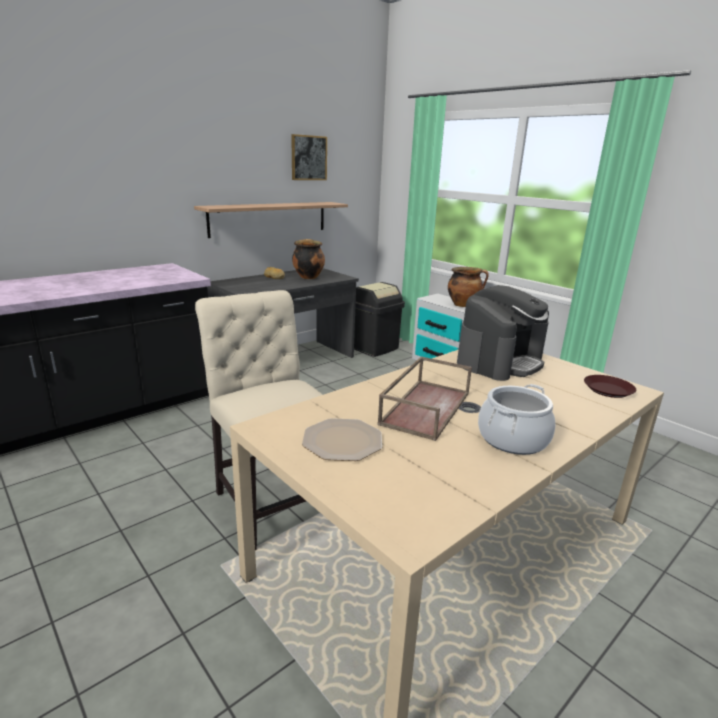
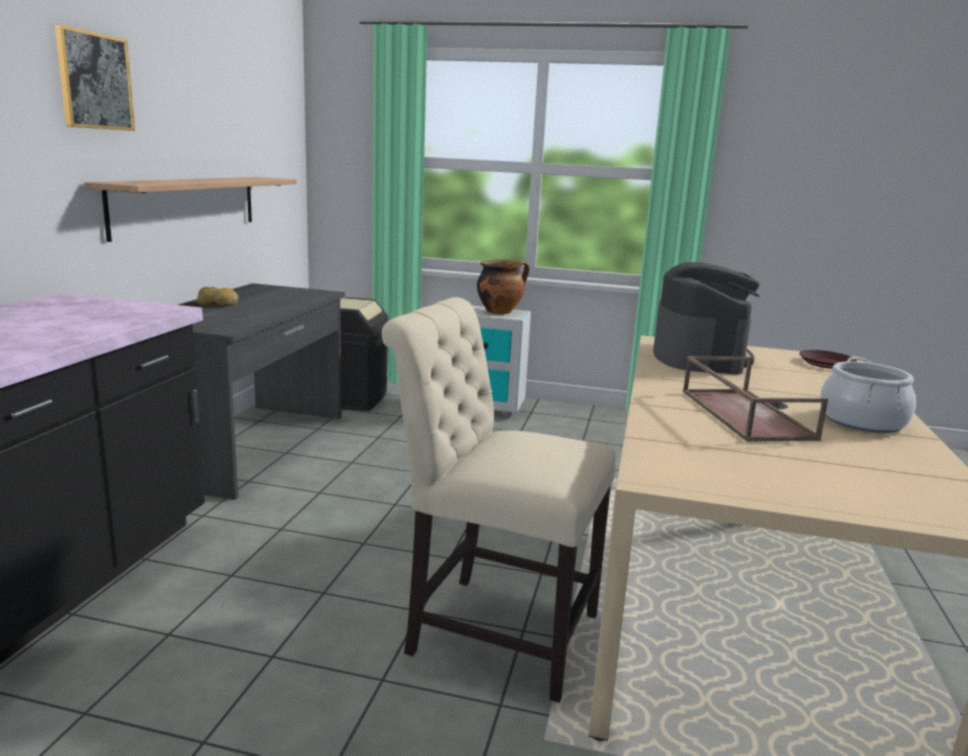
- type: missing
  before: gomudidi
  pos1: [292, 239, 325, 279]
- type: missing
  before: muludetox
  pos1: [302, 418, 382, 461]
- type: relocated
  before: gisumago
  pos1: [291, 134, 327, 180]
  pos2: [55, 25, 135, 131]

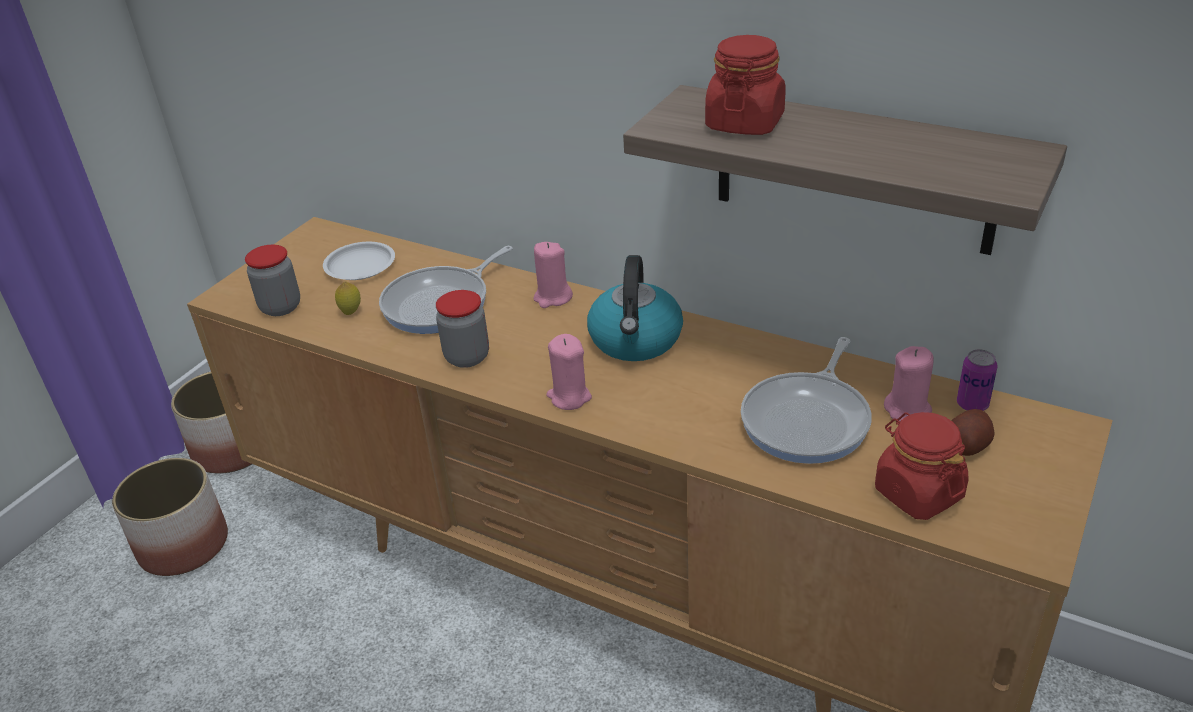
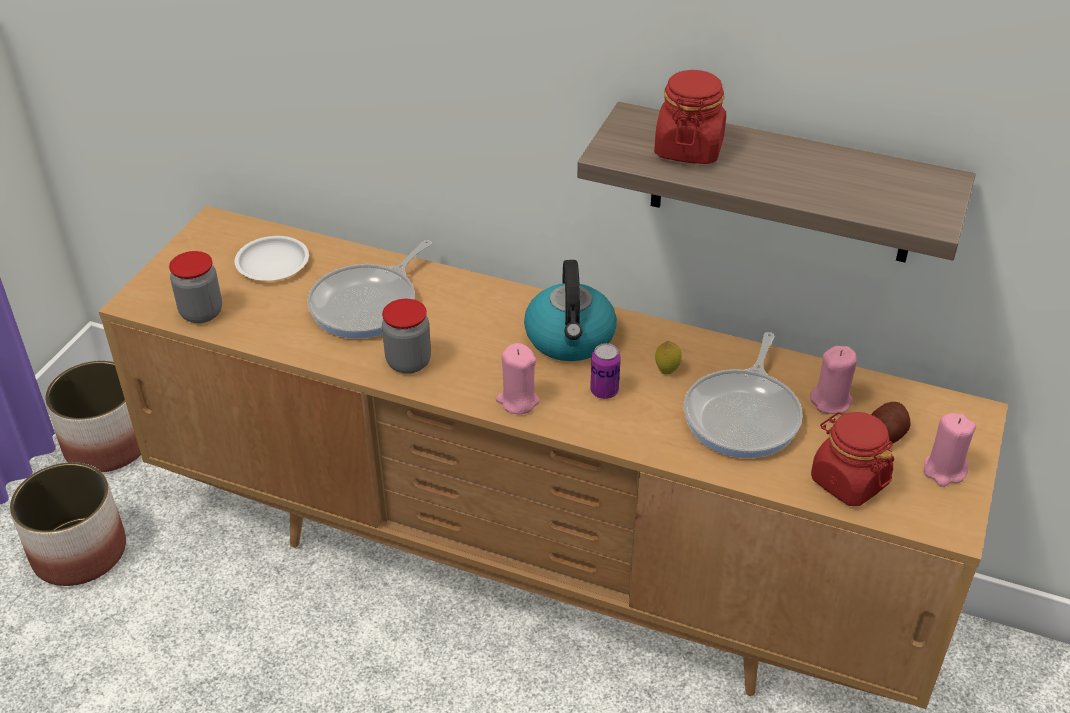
- type: relocated
  before: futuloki
  pos1: [335, 282, 361, 315]
  pos2: [655, 340, 682, 374]
- type: relocated
  before: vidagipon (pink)
  pos1: [533, 242, 573, 308]
  pos2: [923, 413, 976, 487]
- type: relocated
  before: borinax
  pos1: [957, 349, 997, 411]
  pos2: [590, 343, 621, 399]

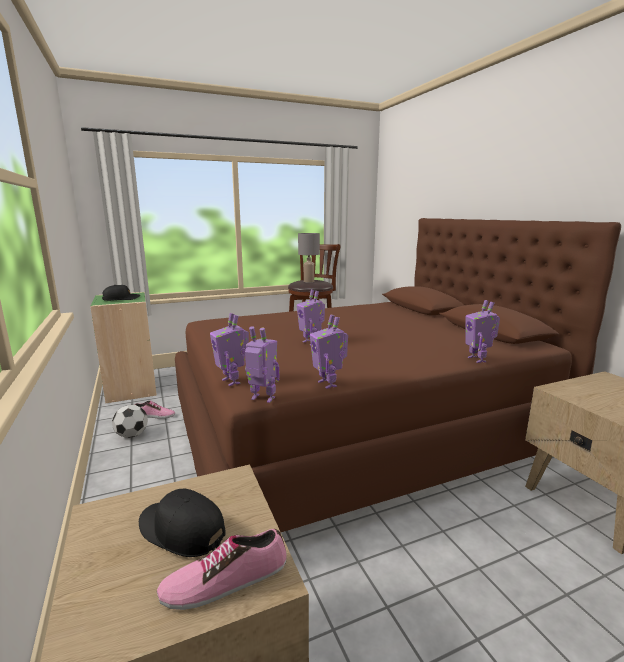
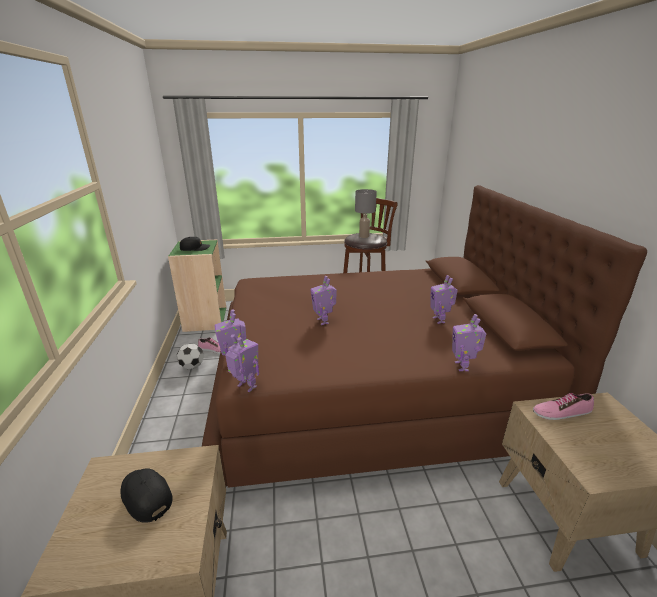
- type: relocated
  before: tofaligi
  pos1: [157, 529, 287, 610]
  pos2: [533, 393, 594, 420]
- type: relocated
  before: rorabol
  pos1: [310, 314, 348, 389]
  pos2: [430, 275, 458, 324]

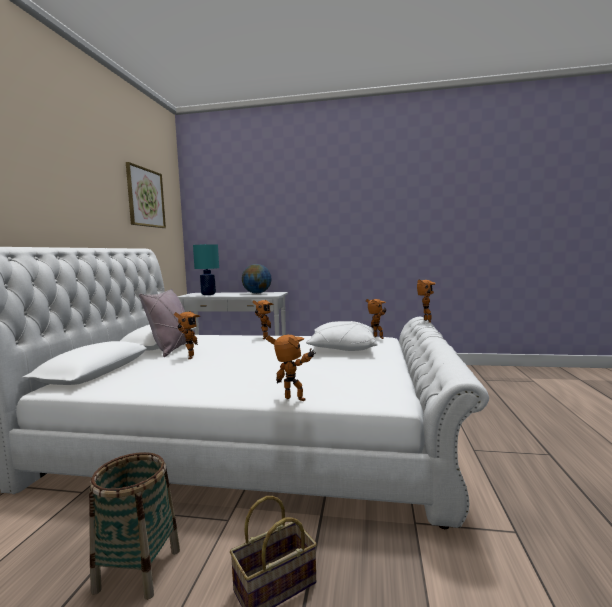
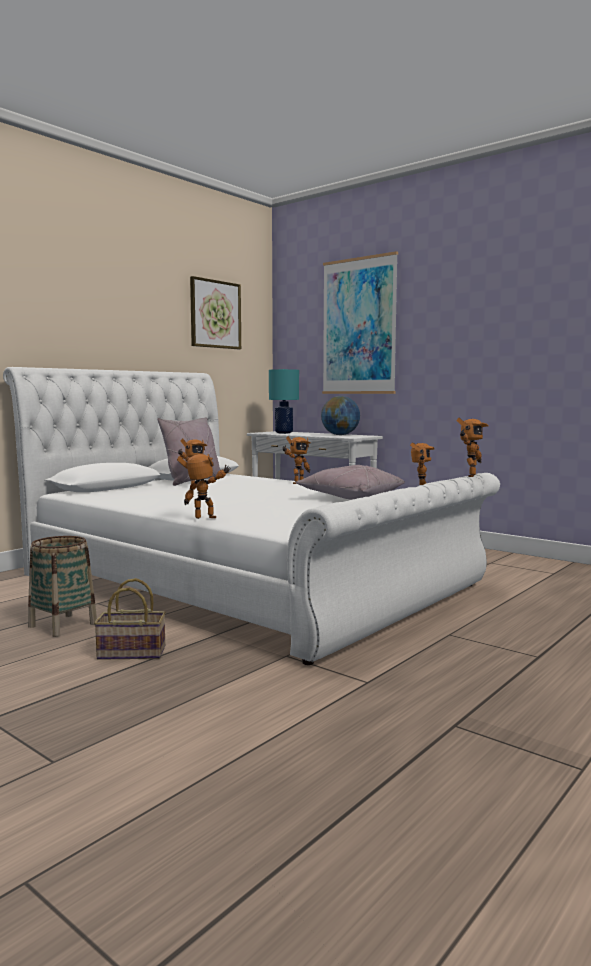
- type: appeared
  after: gisumago
  pos2: [322, 251, 398, 394]
- type: colour
  before: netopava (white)
  after: netopava (purple)
  pos1: [306, 321, 378, 351]
  pos2: [296, 465, 405, 500]
- type: spun
  before: rorabol
  pos1: [266, 335, 316, 401]
  pos2: [177, 454, 231, 519]
  turn: -60

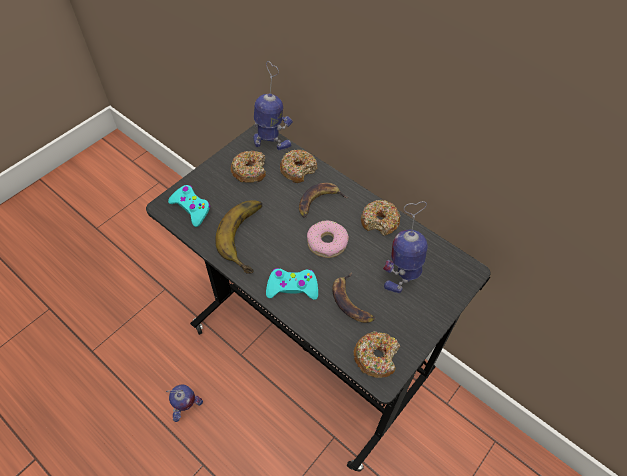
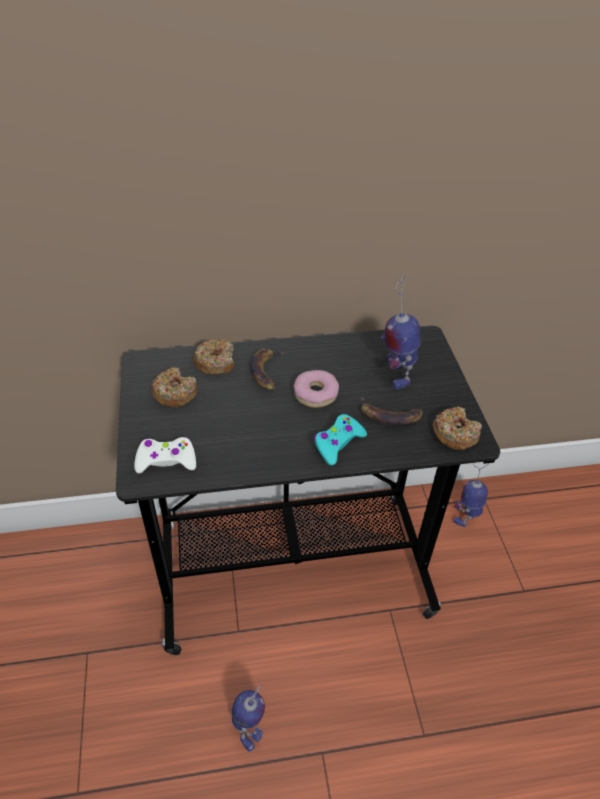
- type: missing
  before: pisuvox
  pos1: [215, 200, 262, 274]
- type: missing
  before: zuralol
  pos1: [361, 200, 401, 236]
- type: relocated
  before: rorabol
  pos1: [253, 61, 293, 150]
  pos2: [453, 463, 489, 527]
- type: colour
  before: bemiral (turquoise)
  after: bemiral (white)
  pos1: [168, 185, 210, 227]
  pos2: [134, 437, 196, 473]

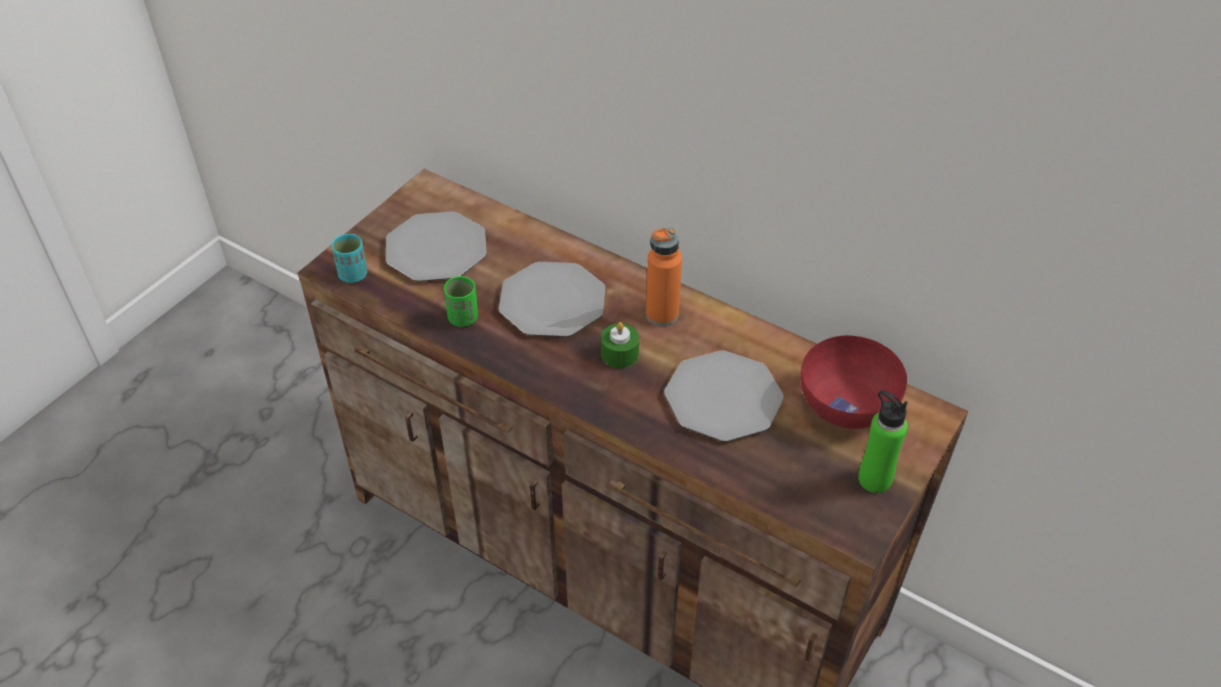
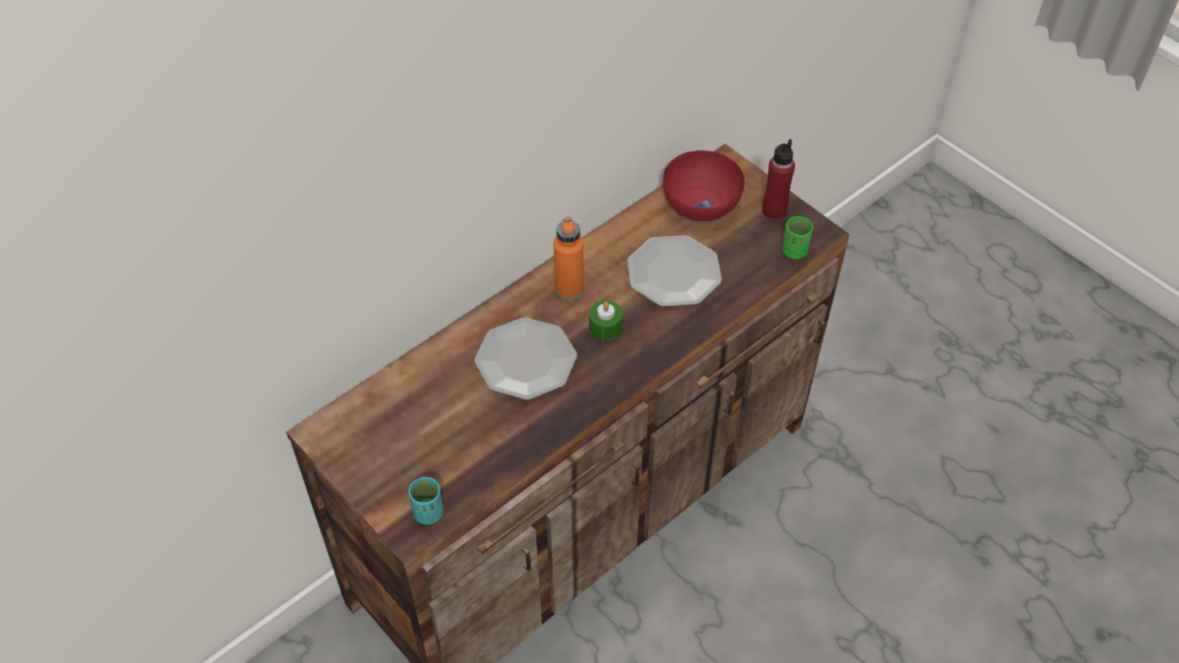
- type: missing
  before: muludetox
  pos1: [386, 211, 487, 281]
- type: relocated
  before: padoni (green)
  pos1: [444, 276, 478, 327]
  pos2: [782, 216, 813, 259]
- type: colour
  before: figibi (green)
  after: figibi (red)
  pos1: [858, 390, 908, 493]
  pos2: [762, 139, 795, 220]

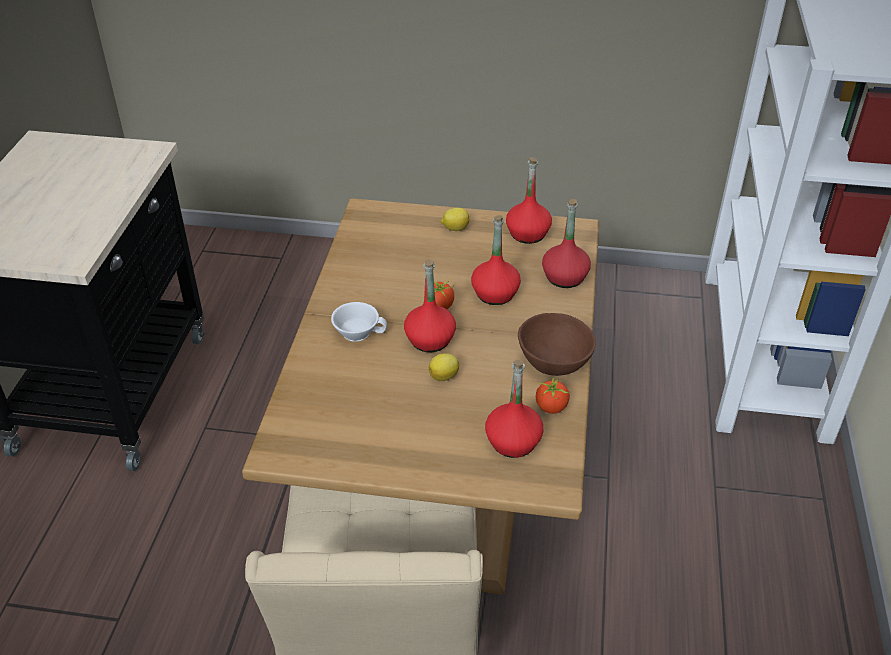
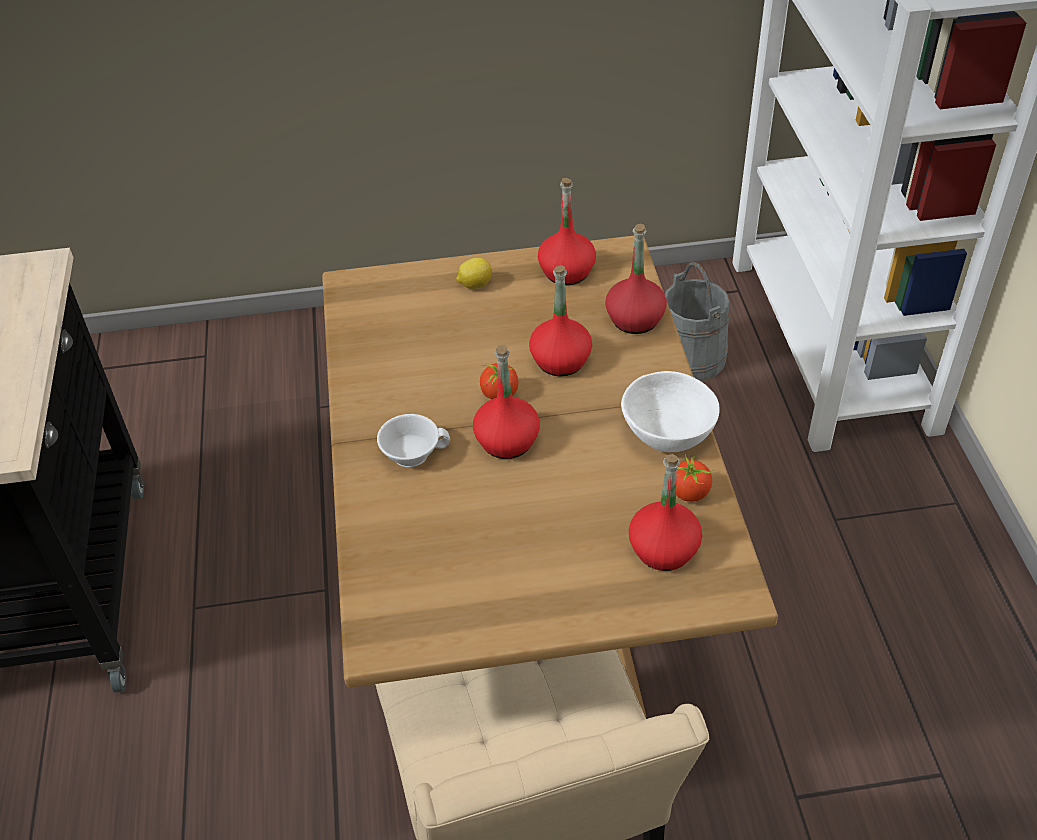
- type: missing
  before: futuloki
  pos1: [429, 353, 459, 381]
- type: appeared
  after: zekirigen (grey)
  pos2: [665, 262, 730, 381]
- type: colour
  before: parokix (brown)
  after: parokix (white)
  pos1: [518, 313, 596, 376]
  pos2: [621, 371, 720, 452]

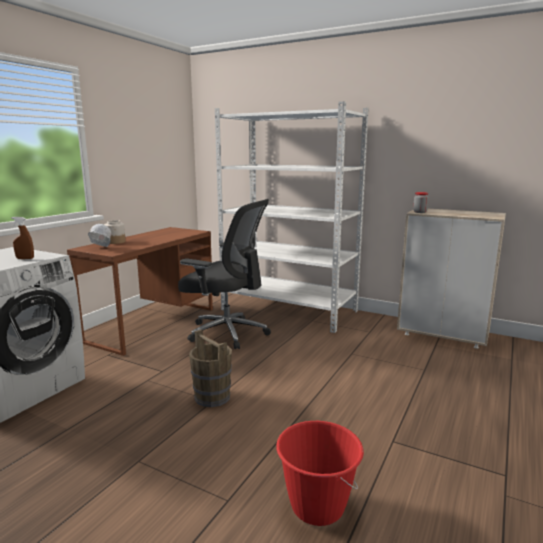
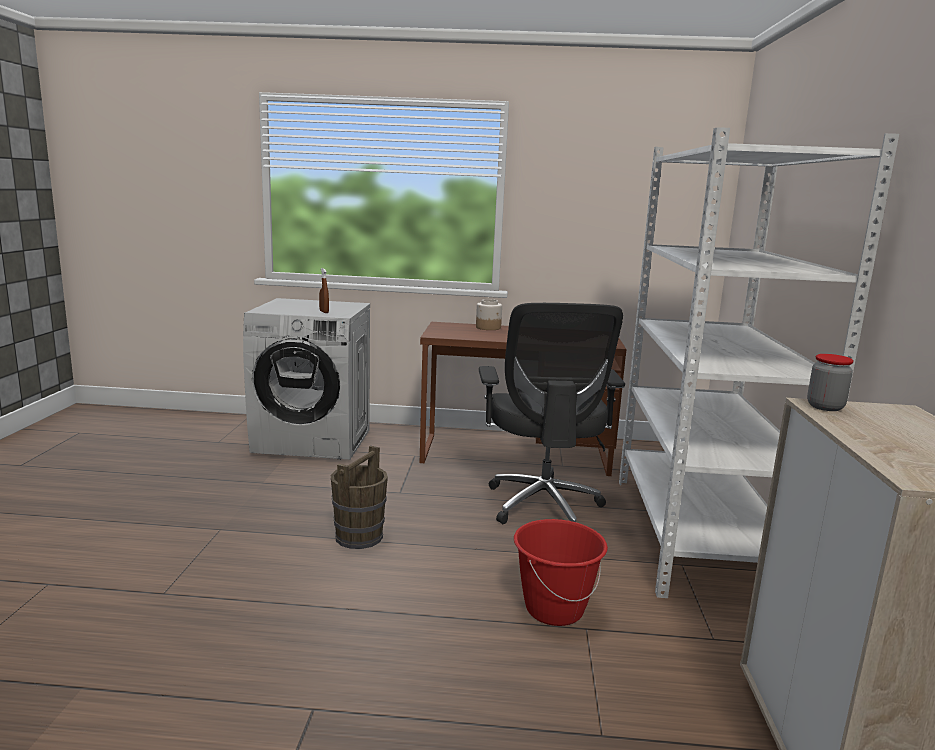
- type: missing
  before: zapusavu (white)
  pos1: [88, 224, 111, 247]
- type: relocated
  before: zekirigen (red)
  pos1: [276, 421, 364, 526]
  pos2: [514, 519, 608, 626]

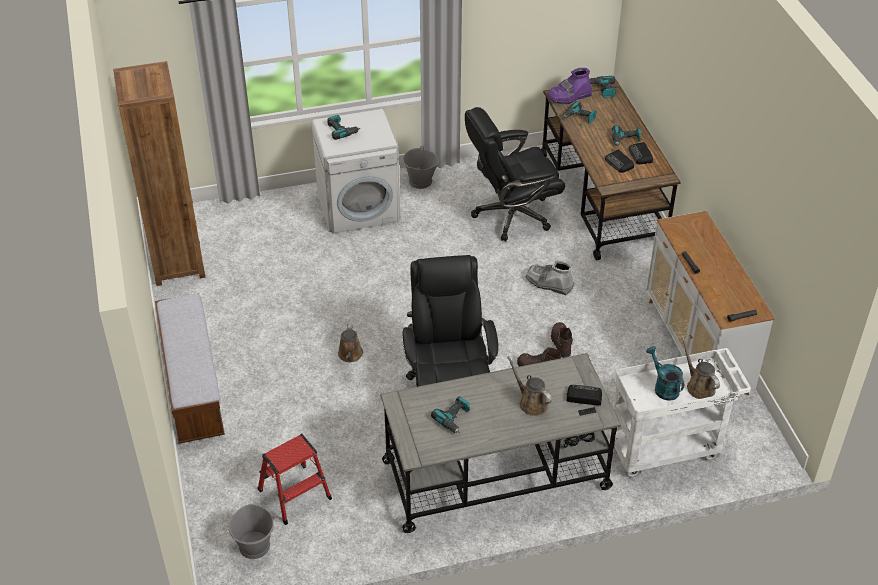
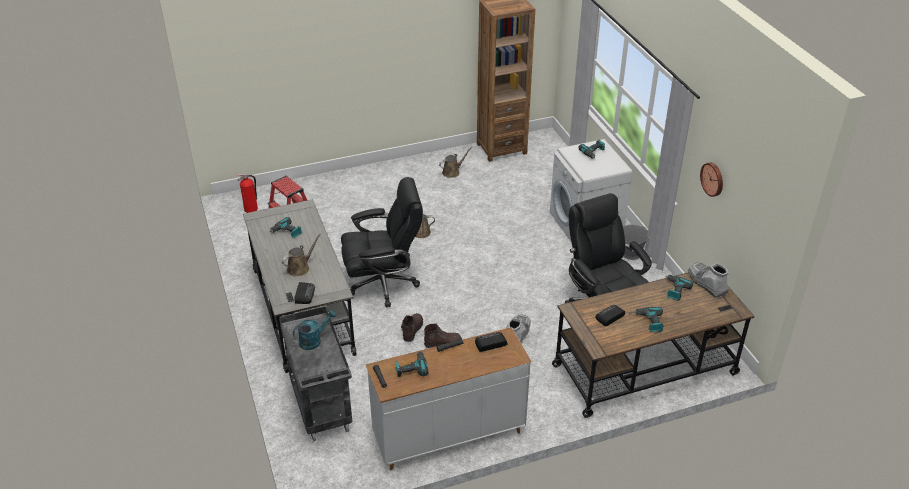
- type: missing
  before: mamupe
  pos1: [155, 293, 225, 444]
- type: appeared
  after: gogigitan
  pos2: [700, 163, 723, 197]
- type: relocated
  before: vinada
  pos1: [590, 76, 616, 98]
  pos2: [395, 351, 429, 377]
- type: relocated
  before: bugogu
  pos1: [629, 142, 653, 164]
  pos2: [475, 332, 507, 352]
- type: relocated
  before: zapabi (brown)
  pos1: [682, 337, 720, 399]
  pos2: [439, 147, 472, 177]
- type: exchanged
  before: zekirigen (grey)
  after: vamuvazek
  pos1: [226, 504, 276, 559]
  pos2: [238, 174, 258, 213]
- type: colour
  before: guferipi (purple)
  after: guferipi (grey)
  pos1: [547, 68, 592, 104]
  pos2: [688, 262, 729, 298]
- type: colour
  before: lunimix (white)
  after: lunimix (black)
  pos1: [609, 348, 751, 478]
  pos2: [279, 307, 352, 441]

